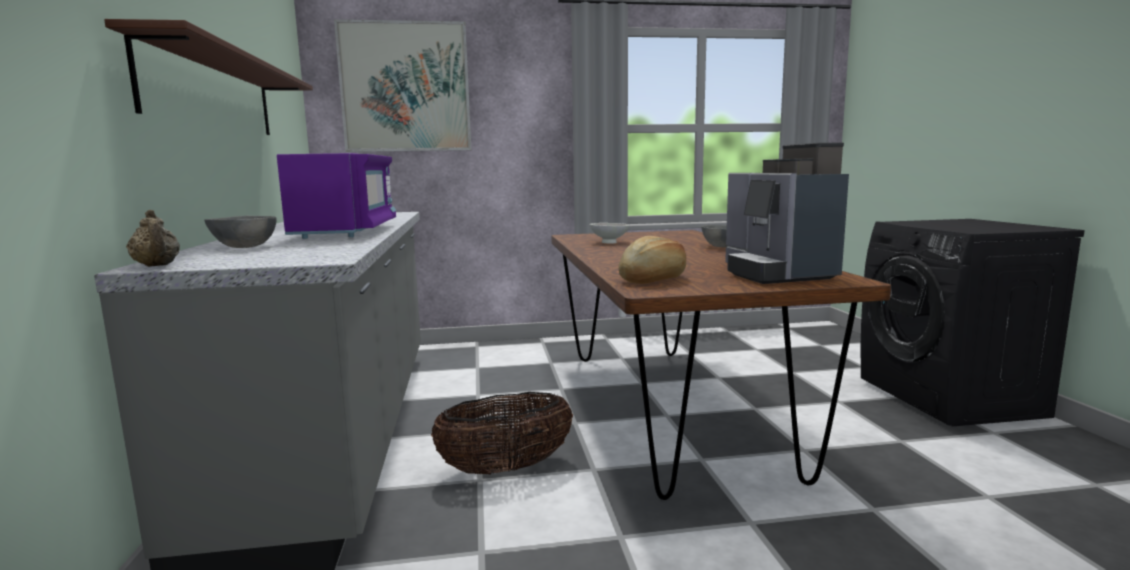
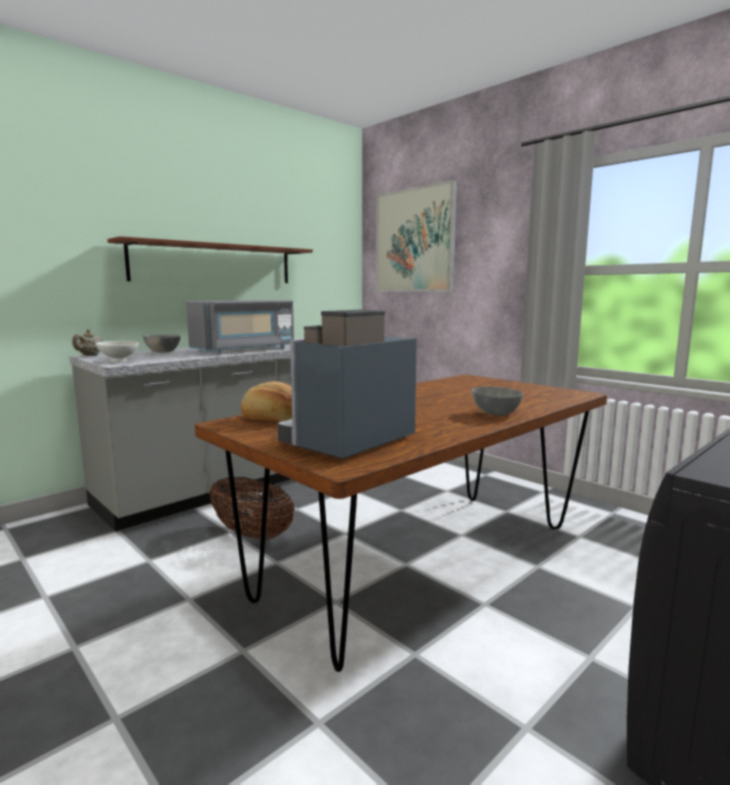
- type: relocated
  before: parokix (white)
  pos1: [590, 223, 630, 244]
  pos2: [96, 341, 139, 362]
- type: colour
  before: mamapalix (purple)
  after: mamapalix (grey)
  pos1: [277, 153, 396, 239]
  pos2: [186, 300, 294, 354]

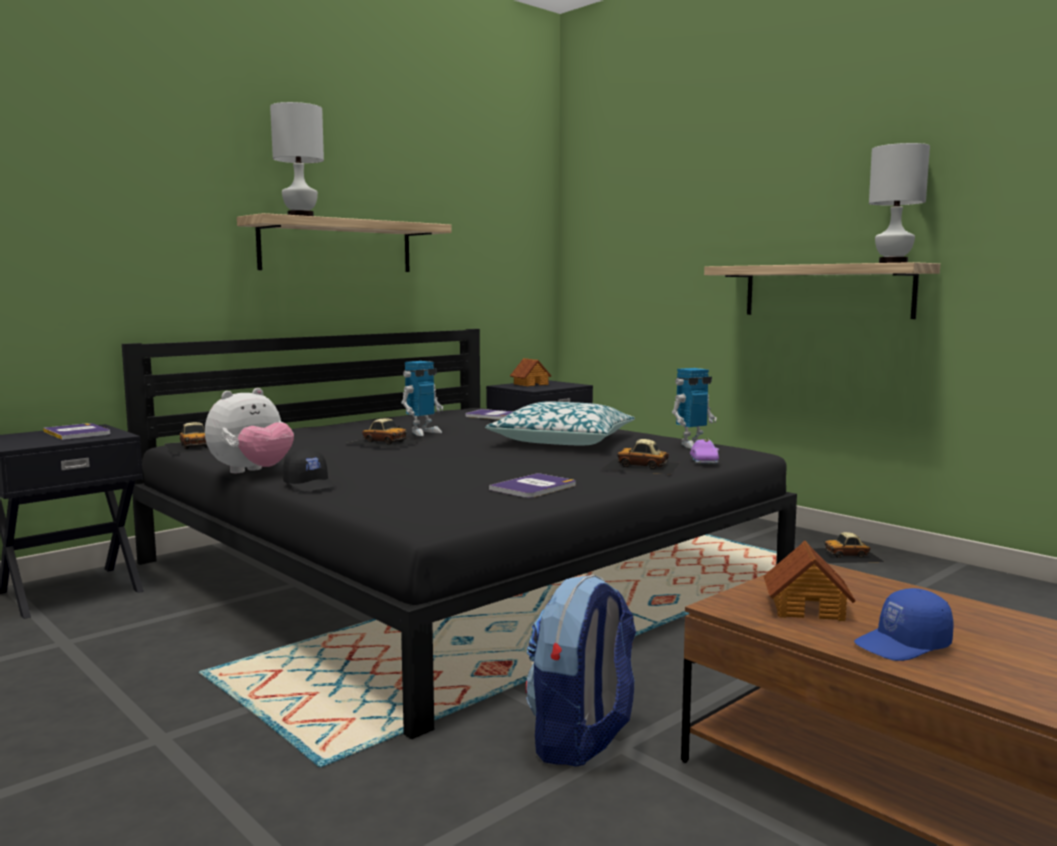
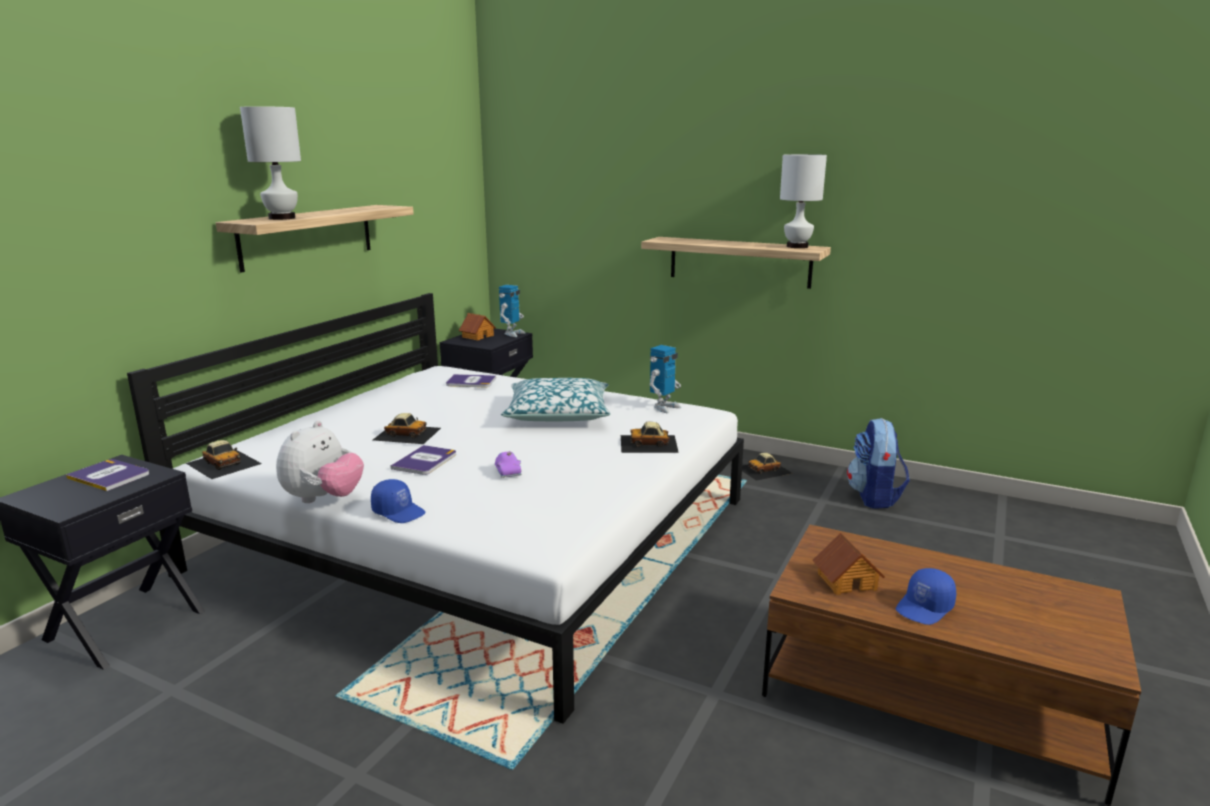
- type: relocated
  before: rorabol
  pos1: [401, 361, 443, 436]
  pos2: [499, 285, 525, 337]
- type: relocated
  before: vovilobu
  pos1: [489, 473, 576, 498]
  pos2: [390, 445, 456, 475]
- type: relocated
  before: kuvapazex
  pos1: [526, 574, 636, 767]
  pos2: [847, 418, 910, 509]
- type: relocated
  before: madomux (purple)
  pos1: [690, 437, 719, 464]
  pos2: [495, 451, 522, 478]
- type: colour
  before: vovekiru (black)
  after: vovekiru (white)
  pos1: [122, 329, 797, 740]
  pos2: [127, 293, 744, 724]
- type: colour
  before: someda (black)
  after: someda (blue)
  pos1: [283, 448, 336, 492]
  pos2: [371, 479, 425, 523]

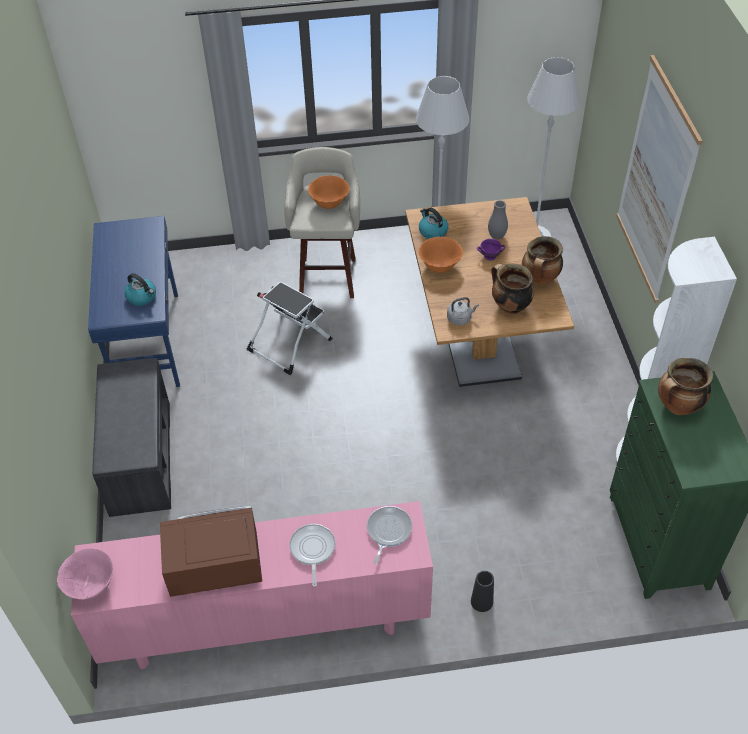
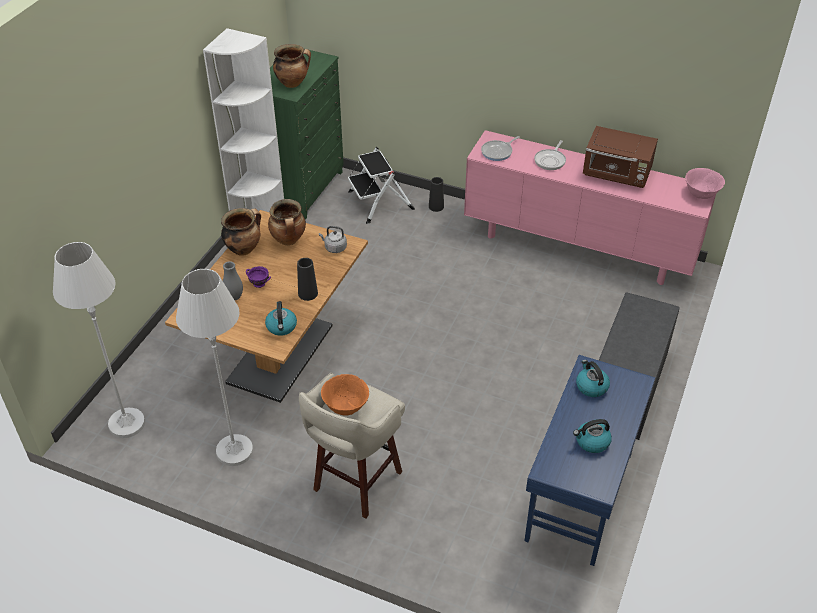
- type: missing
  before: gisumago
  pos1: [616, 55, 702, 303]
- type: appeared
  after: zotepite
  pos2: [573, 419, 612, 453]
- type: relocated
  before: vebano
  pos1: [246, 282, 333, 375]
  pos2: [348, 147, 415, 224]
- type: exchanged
  before: parokix (orange)
  after: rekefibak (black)
  pos1: [419, 237, 463, 273]
  pos2: [297, 258, 318, 301]

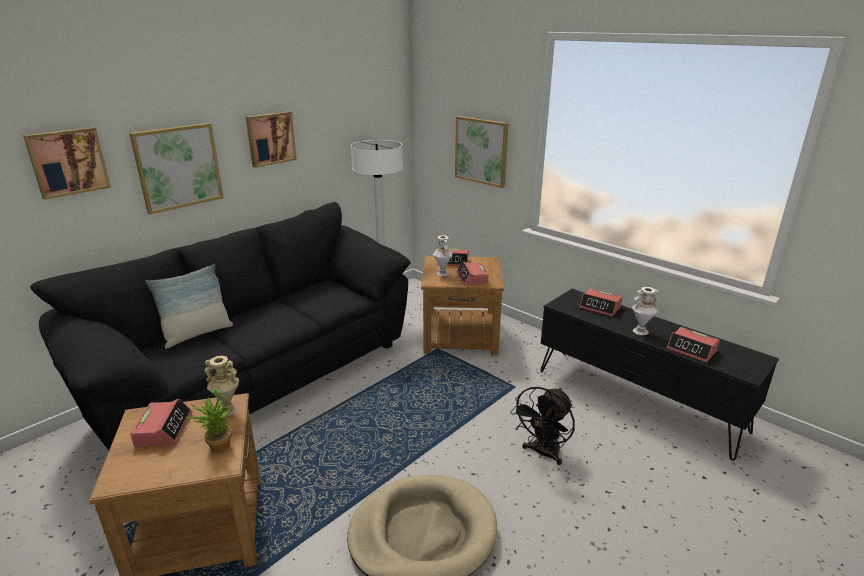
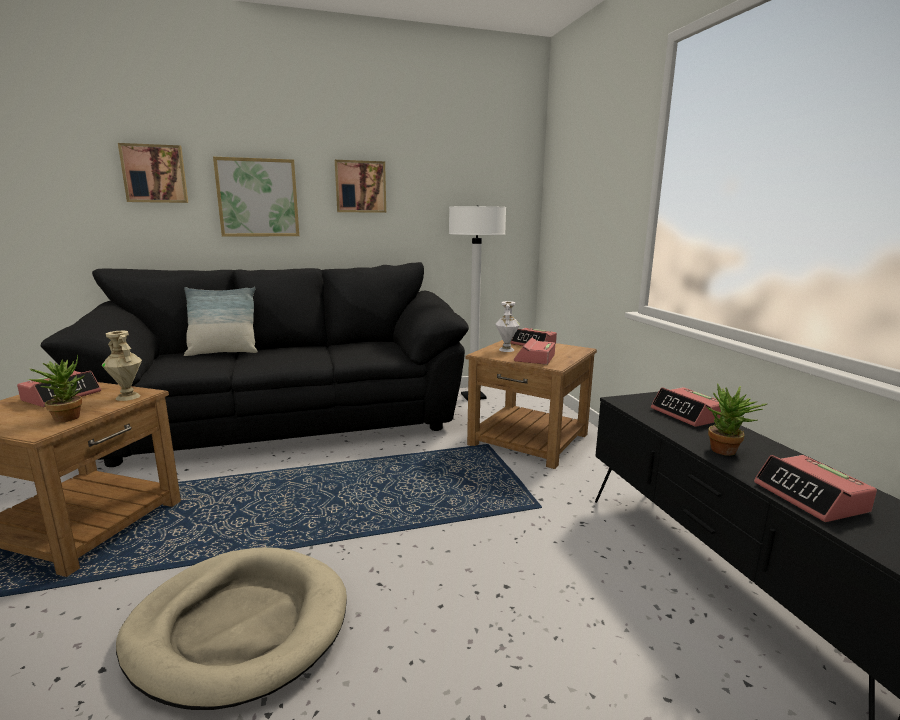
- type: missing
  before: gisumago
  pos1: [455, 116, 508, 188]
- type: missing
  before: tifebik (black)
  pos1: [510, 387, 575, 465]
- type: exchanged
  before: rekefibak (white)
  after: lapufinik
  pos1: [632, 287, 659, 335]
  pos2: [707, 383, 767, 456]

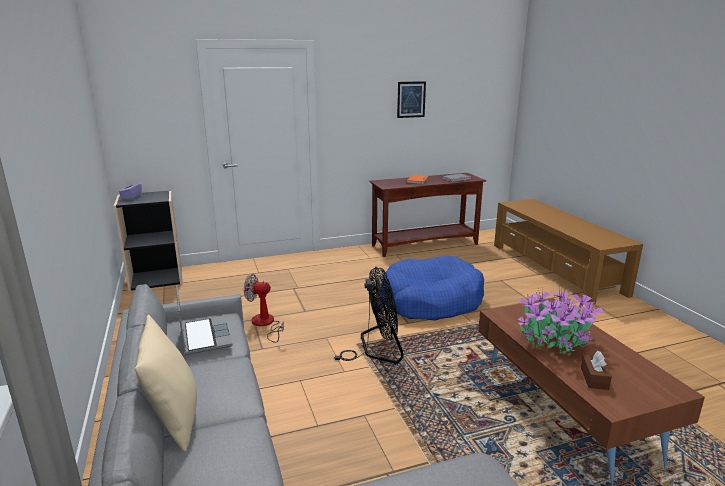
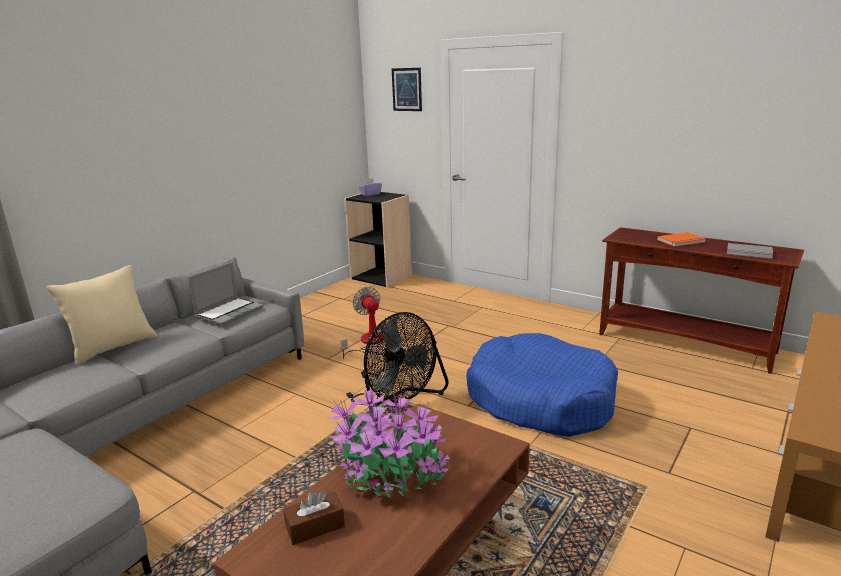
- type: relocated
  before: gisumago
  pos1: [397, 81, 426, 118]
  pos2: [392, 68, 422, 111]

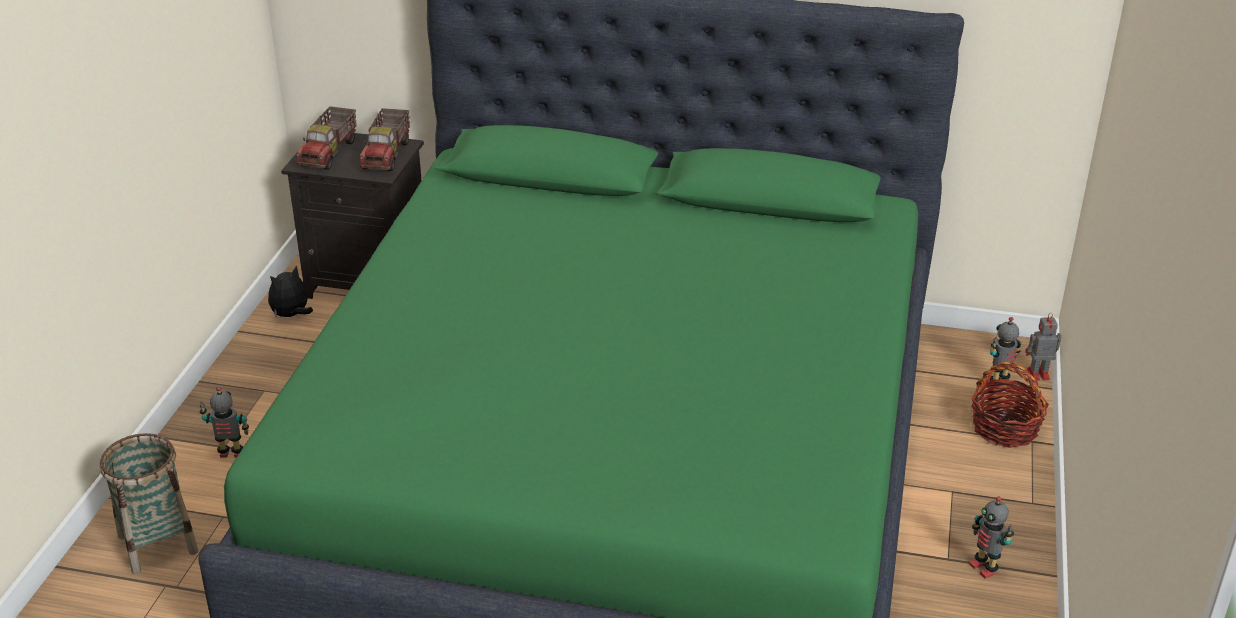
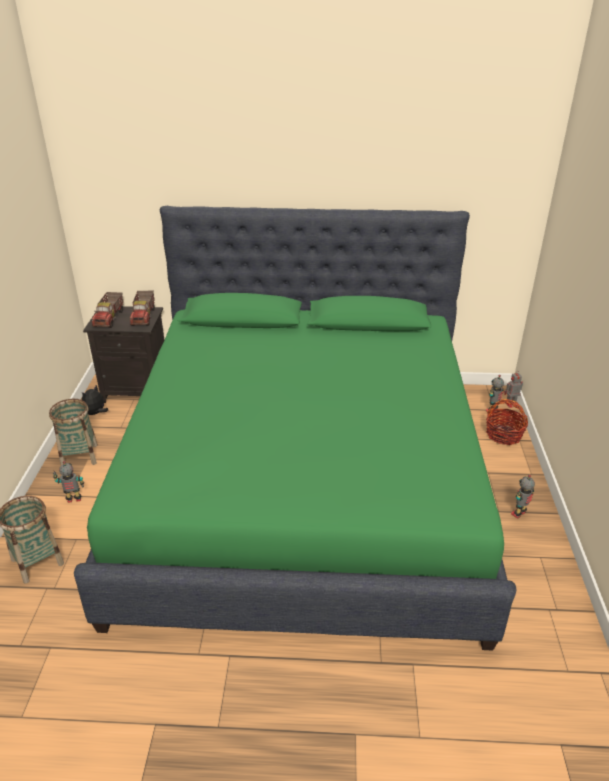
- type: appeared
  after: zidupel
  pos2: [49, 399, 98, 465]
- type: spun
  before: rorabol
  pos1: [969, 496, 1014, 579]
  pos2: [511, 475, 535, 518]
  turn: 90

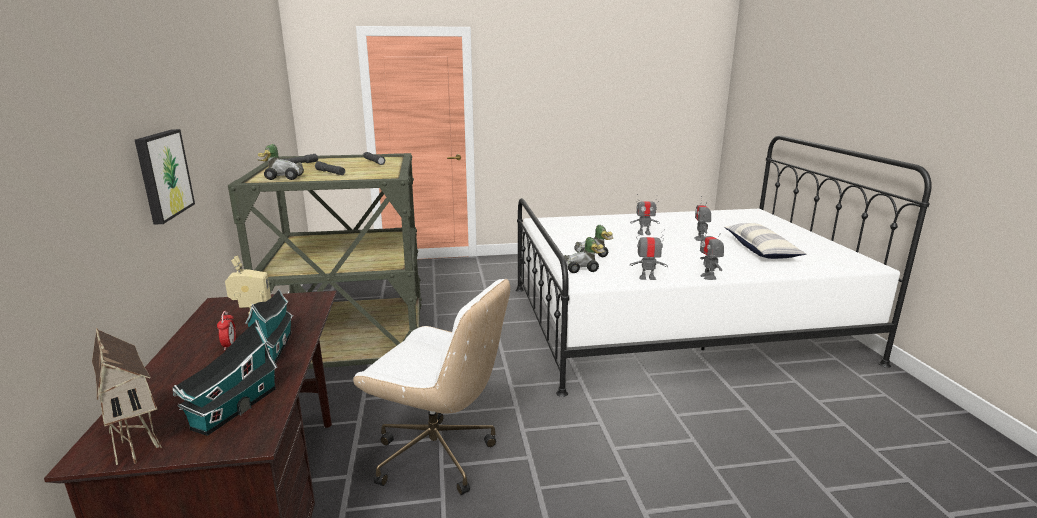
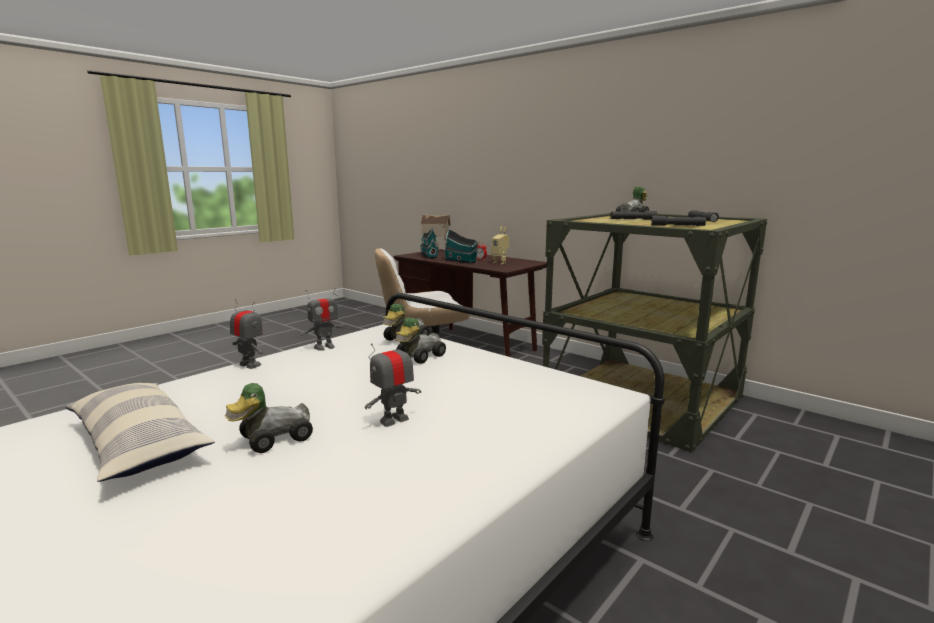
- type: missing
  before: gisumago
  pos1: [135, 129, 195, 225]
- type: exchanged
  before: rorabol
  after: madomux
  pos1: [694, 196, 711, 241]
  pos2: [225, 383, 313, 453]

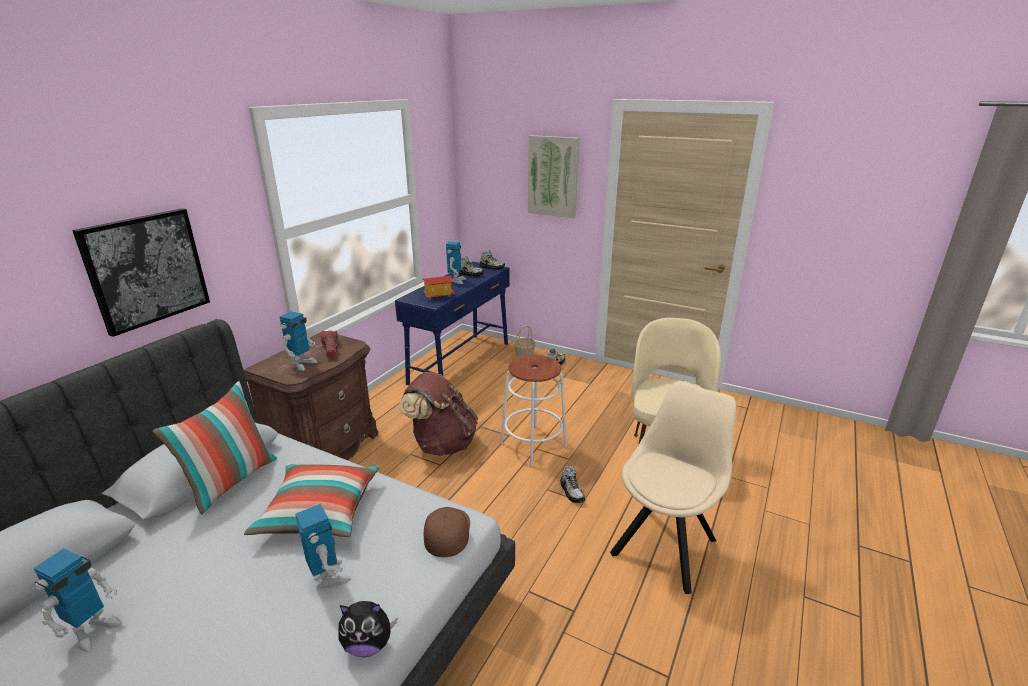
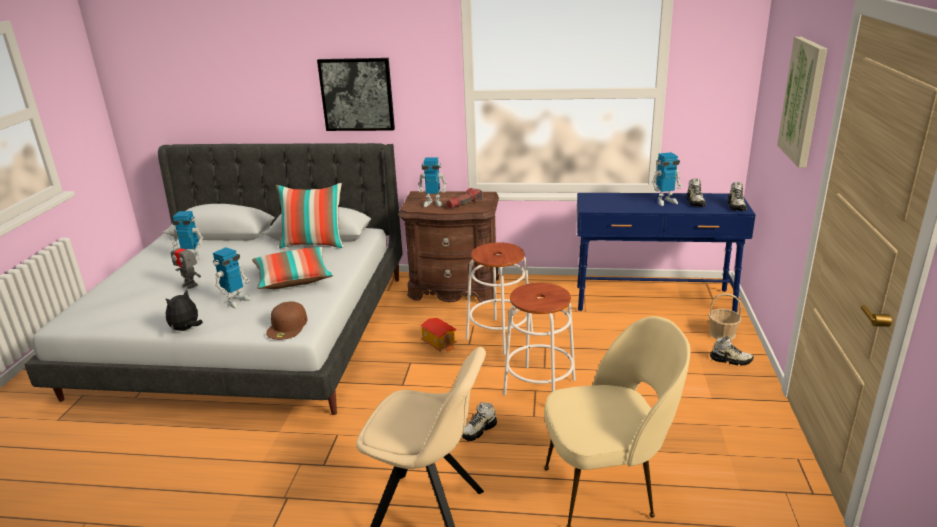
- type: appeared
  after: rorabol
  pos2: [171, 240, 201, 289]
- type: relocated
  before: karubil
  pos1: [423, 276, 455, 300]
  pos2: [420, 318, 457, 352]
- type: exchanged
  before: kuvapazex (brown)
  after: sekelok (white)
  pos1: [399, 372, 478, 456]
  pos2: [466, 242, 533, 355]
- type: spun
  before: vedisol
  pos1: [338, 601, 397, 657]
  pos2: [165, 289, 203, 331]
  turn: 60
- type: spun
  before: someda (brown)
  pos1: [424, 507, 470, 557]
  pos2: [266, 301, 307, 340]
  turn: 120

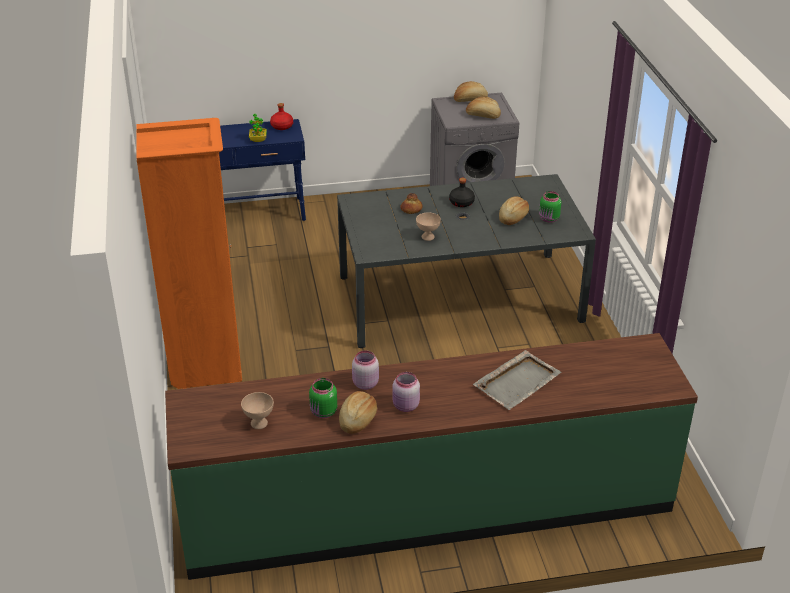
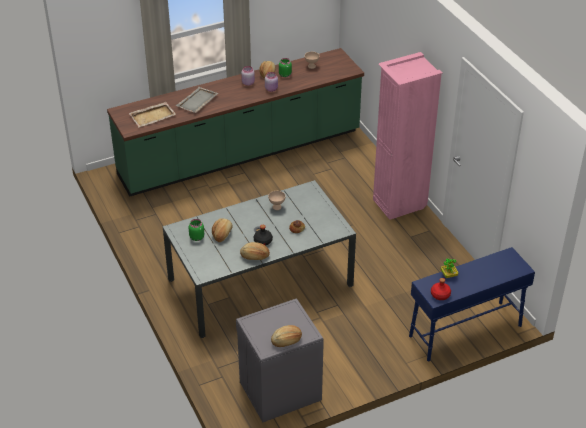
- type: appeared
  after: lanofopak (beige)
  pos2: [129, 102, 176, 127]
- type: relocated
  before: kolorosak
  pos1: [466, 97, 501, 119]
  pos2: [240, 242, 270, 260]
- type: colour
  before: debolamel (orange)
  after: debolamel (pink)
  pos1: [136, 118, 242, 389]
  pos2: [373, 52, 443, 220]

